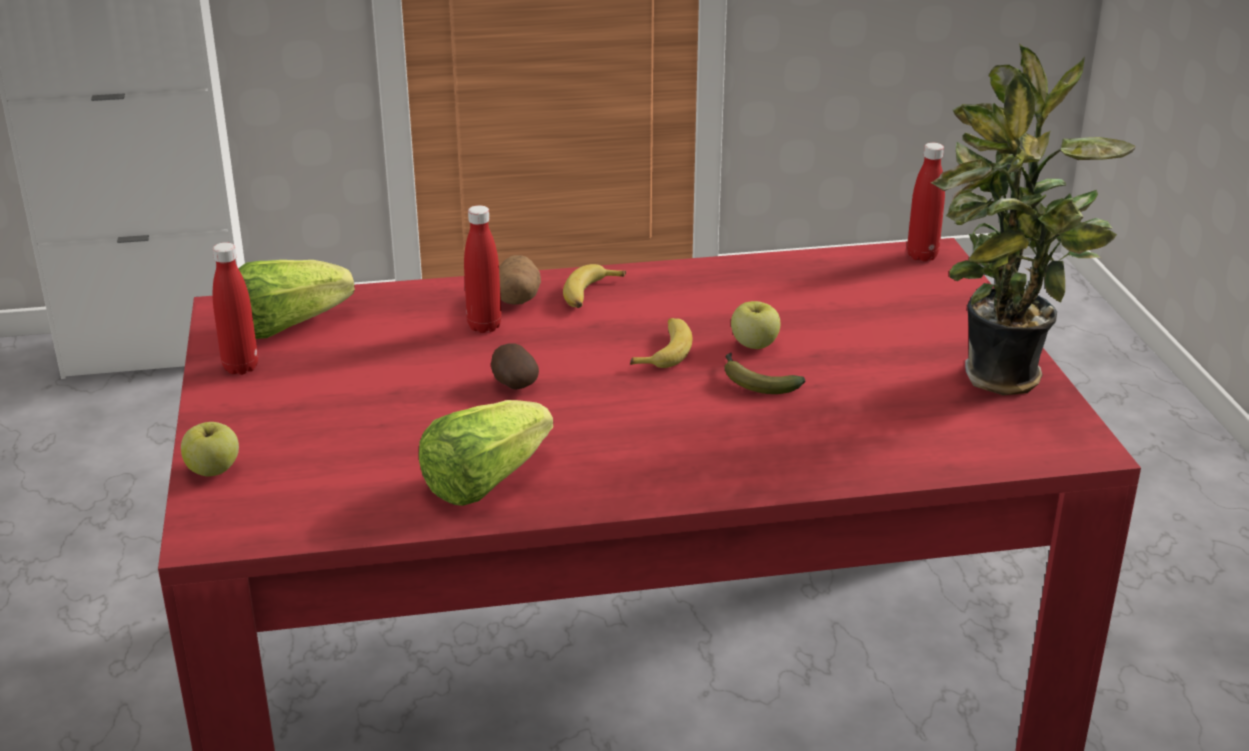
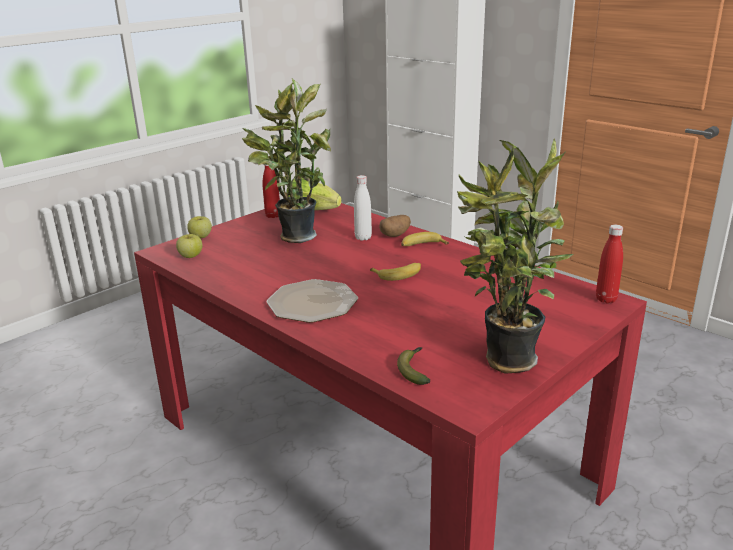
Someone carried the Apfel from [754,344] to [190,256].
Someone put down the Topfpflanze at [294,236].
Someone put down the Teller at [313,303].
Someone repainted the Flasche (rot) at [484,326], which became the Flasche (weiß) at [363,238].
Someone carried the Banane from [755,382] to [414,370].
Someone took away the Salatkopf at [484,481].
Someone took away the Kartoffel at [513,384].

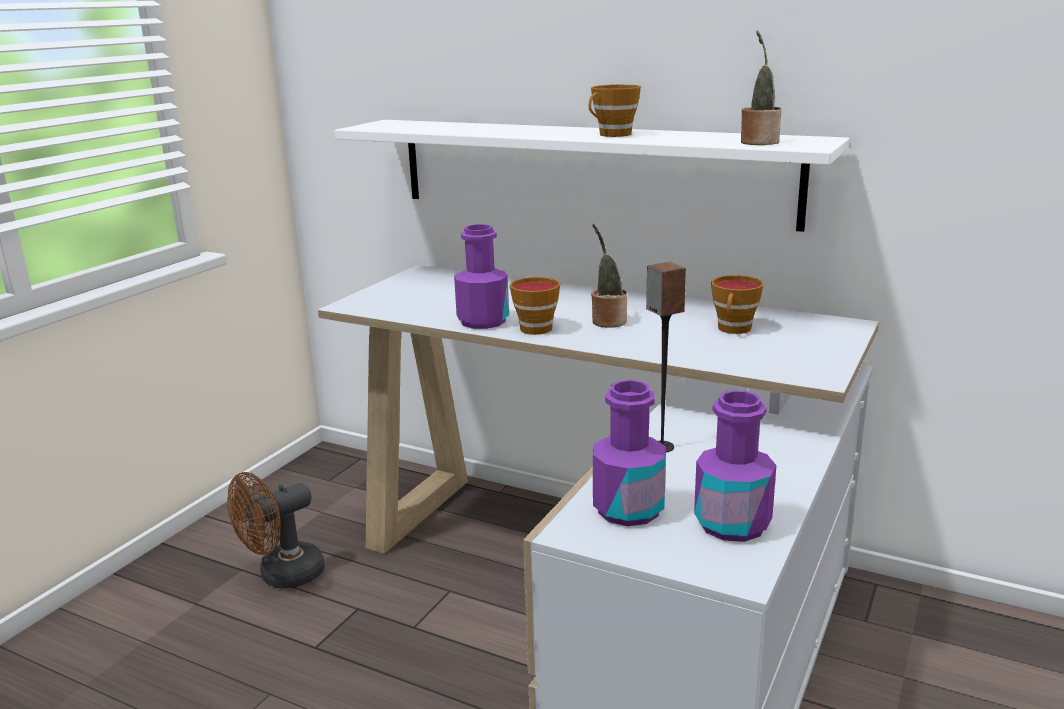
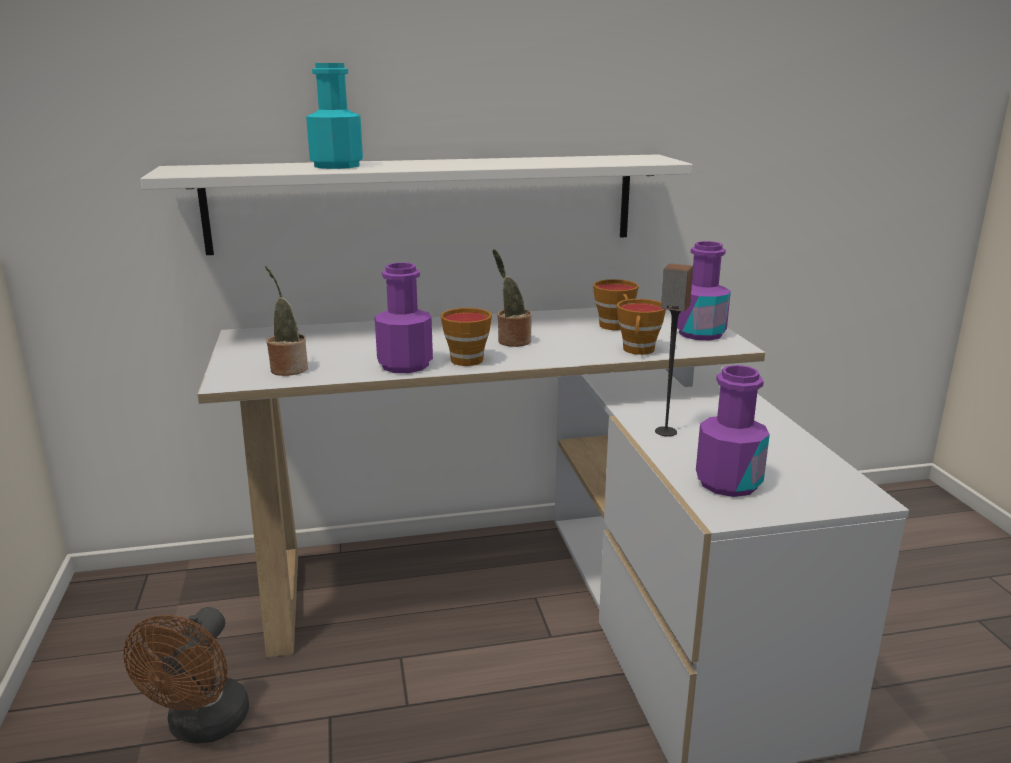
Someone carried the Topfpflanze from [758,142] to [287,368].
Someone put down the Flasche (türkis) at [337,166].
Someone carried the Tasse from [612,135] to [638,350].
Someone carried the Flasche (lila) from [732,524] to [700,333].

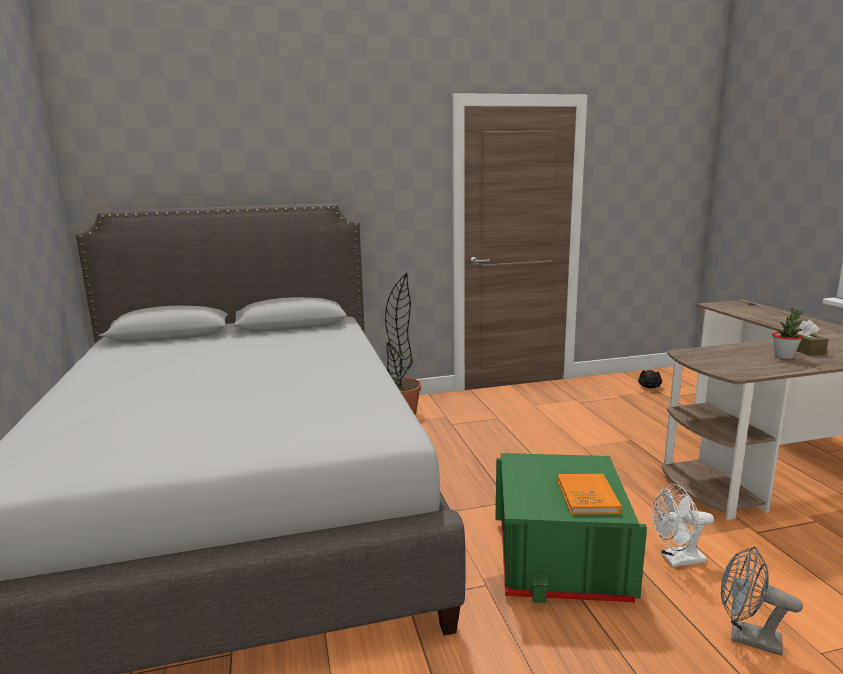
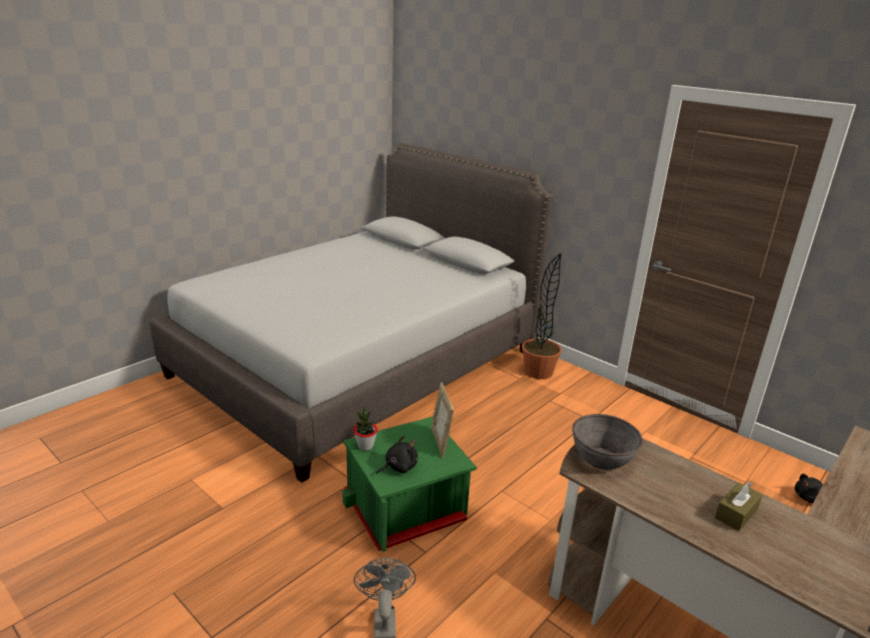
Someone carried the Topfpflanze from [784,356] to [365,446].
Someone swapped the Buch (orange) at [587,497] for the Plüschtier (schwarz) at [398,467].
Someone put down the Bilderrahmen at [440,442].
Someone put down the Schüssel (grau) at [602,458].
Someone took away the Ventilator (weiß) at [677,560].

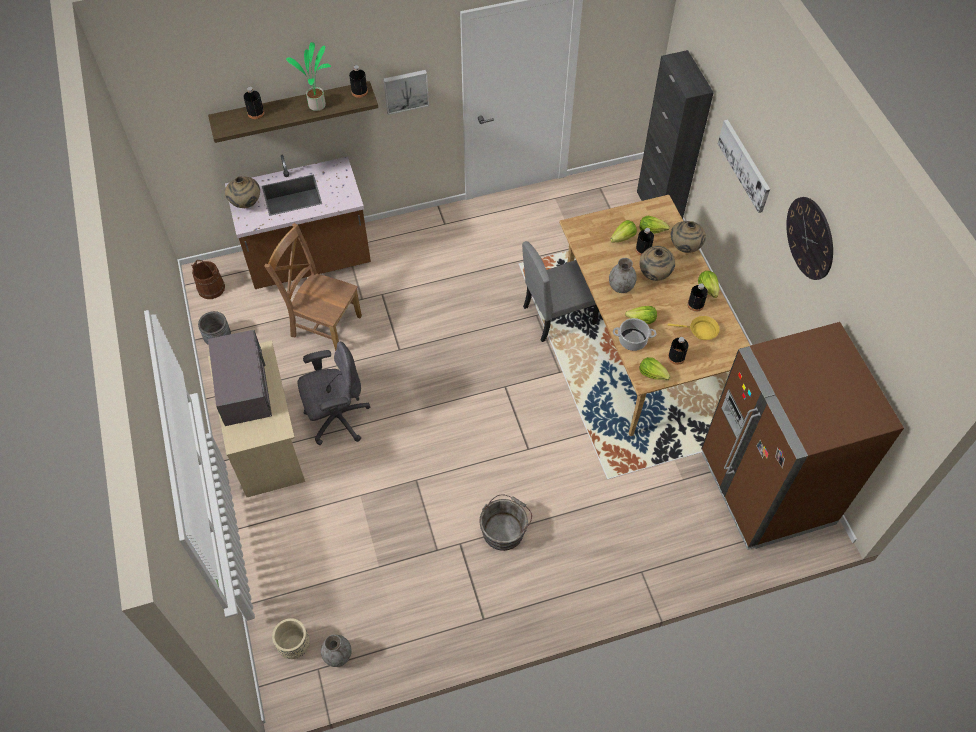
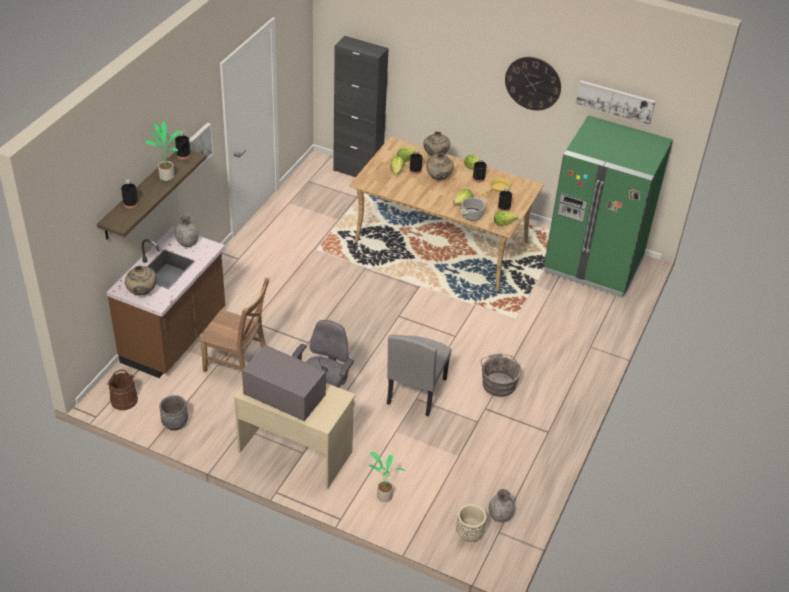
Someone carried the Vase (grau) from [620,286] to [187,243].
Someone rotated the Stuhl (braun) at [323,324] by 135 degrees counterclockwise.
Someone put down the Topfpflanze at [383,496].
Someone carried the Stuhl (grau) from [559,314] to [416,391].
Someone repainted the Kühlschrank (braun) at [765,488], which became the Kühlschrank (grün) at [593,265].
Someone carried the Bild from [745,165] to [615,101].

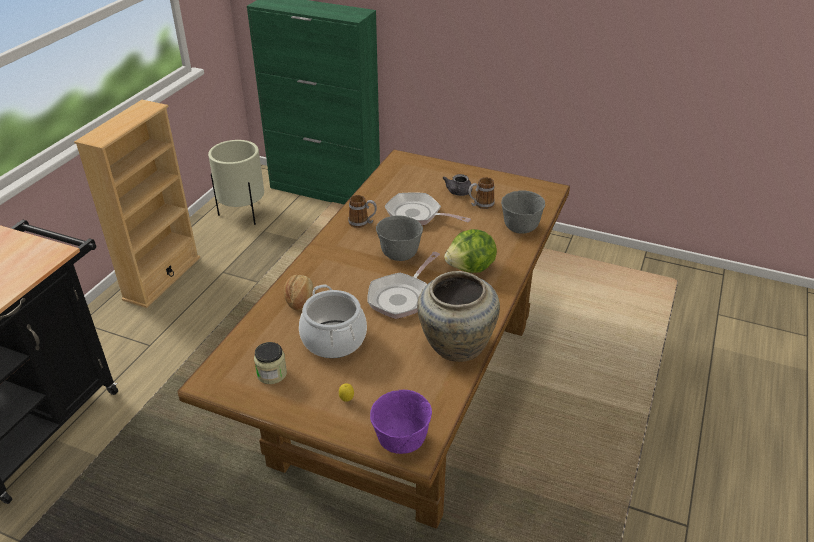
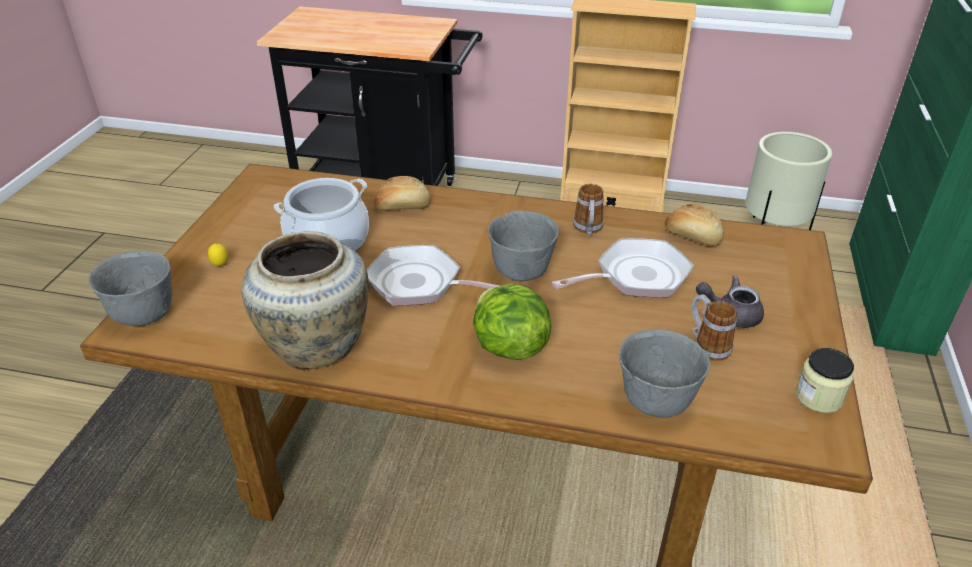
Someone repainted the Schüssel (lila) at [401,442], which became the Schüssel (grau) at [142,315].
Someone rotated the Pfanne at [417,215] by 45 degrees clockwise.
Someone put down the Brot at [692,236].
Someone carried the Vorratsglas from [272,374] to [818,397].

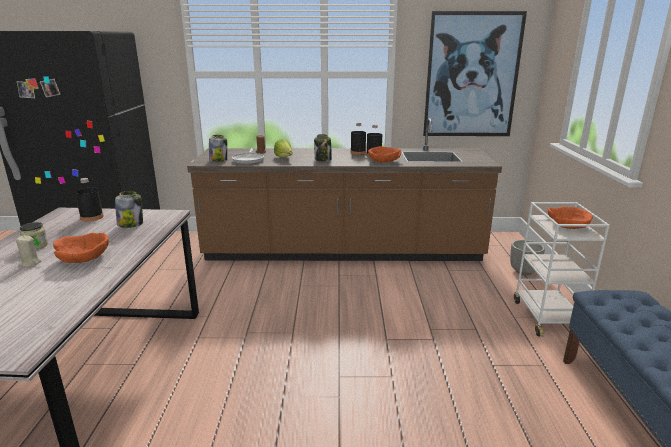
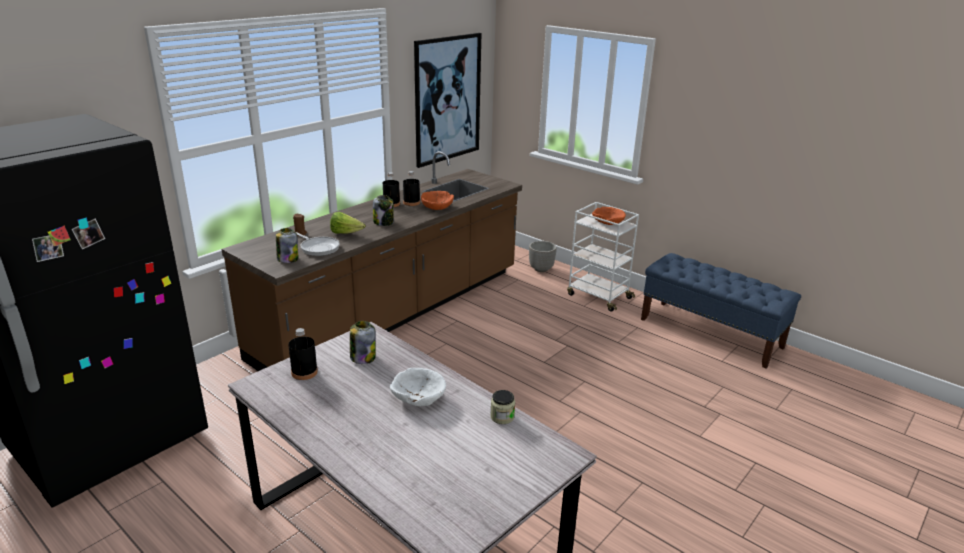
Someone repainted the Schüssel (orange) at [84,258], which became the Schüssel (weiß) at [417,397].
Someone carried the Vorratsglas from [36,246] to [502,417].
Someone took away the Kerze (beige) at [30,263].

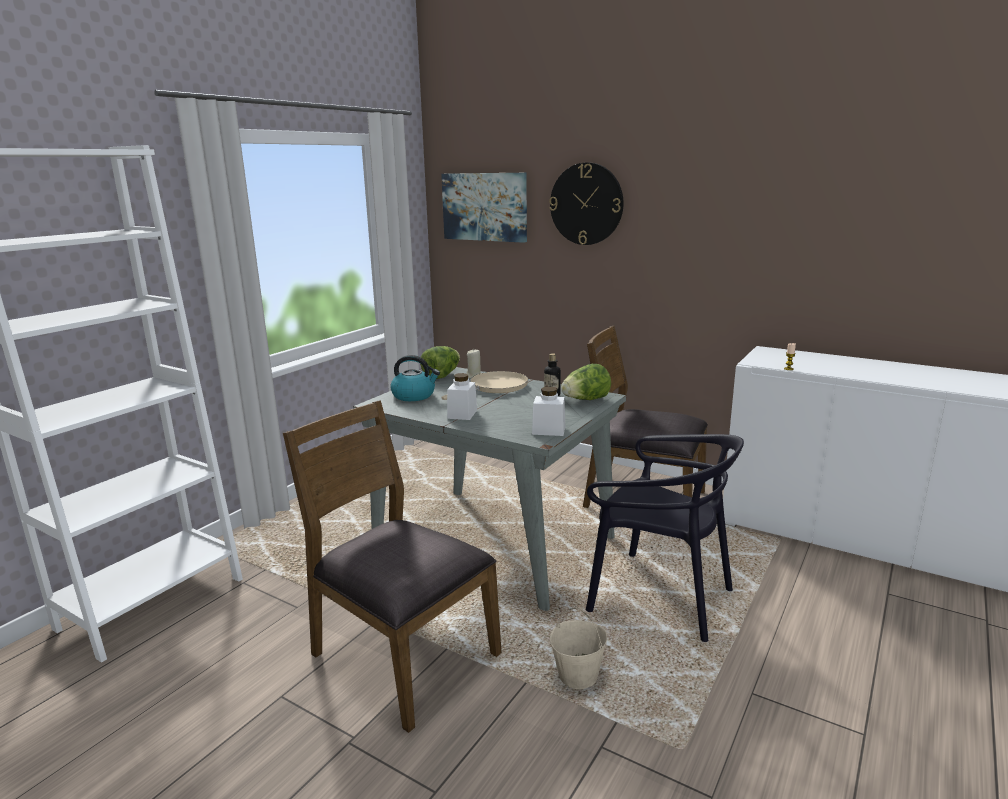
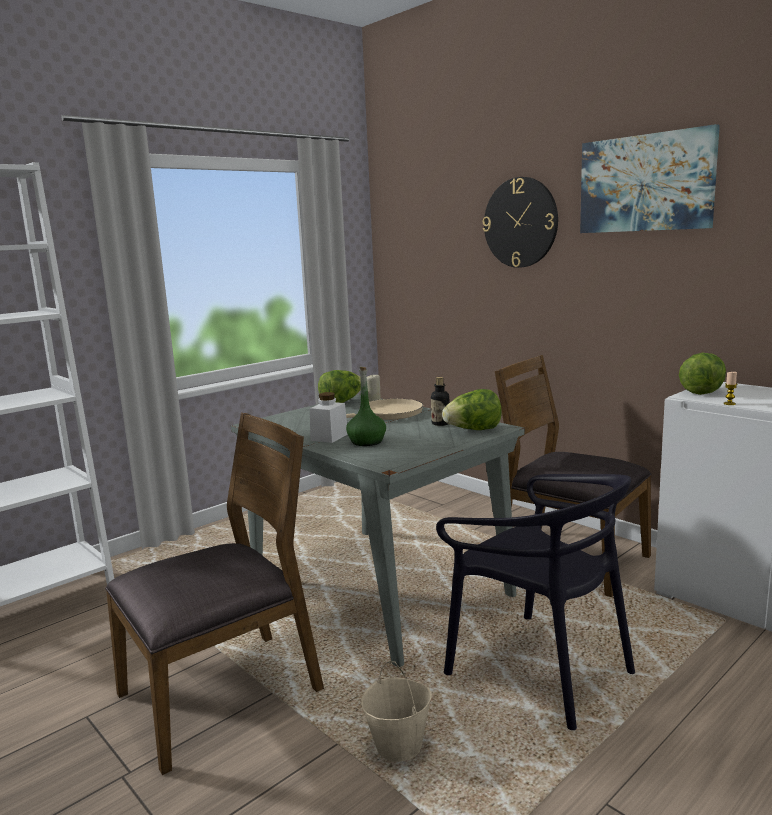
Someone rotated the Stuhl (braun) at [402,656] by 90 degrees clockwise.
Someone put down the Flasche (grün) at [367,442].
Someone carried the Bild from [485,207] to [646,183].
Someone put down the Salatkopf at [703,391].
Someone took away the Wasserkessel at [414,395].
Someone took away the Vorratsglas (weiß) at [548,430].

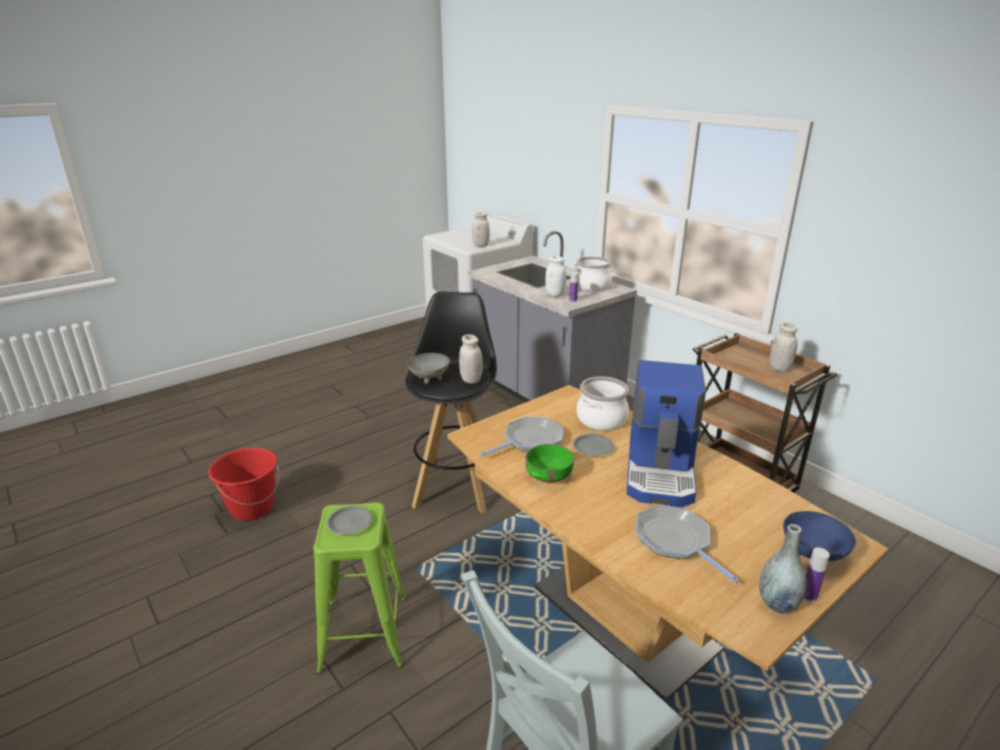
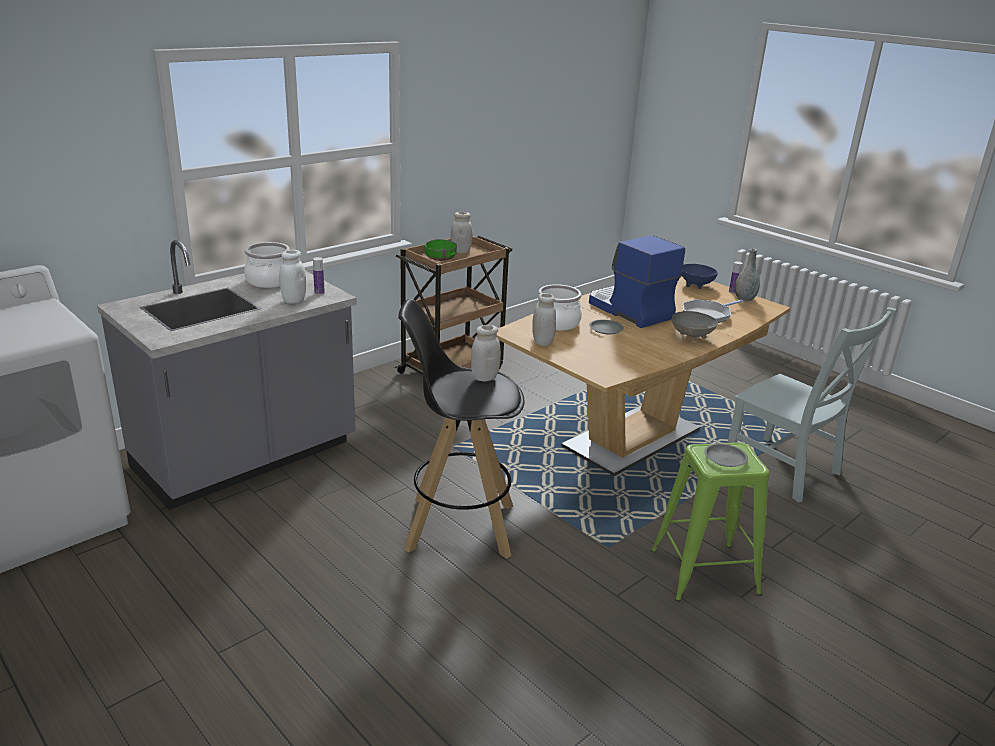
Someone carried the Schüssel (grün) from [549,475] to [440,259].
Someone carried the Vorratsglas (weiß) from [481,245] to [542,342].
Someone rotated the Kaffeemaschine at [661,471] by 135 degrees counterclockwise.
Someone carried the Schüssel (grau) from [429,377] to [690,337].
Someone took away the Eimer (rot) at [252,508].
Someone took away the Pfanne at [530,441].

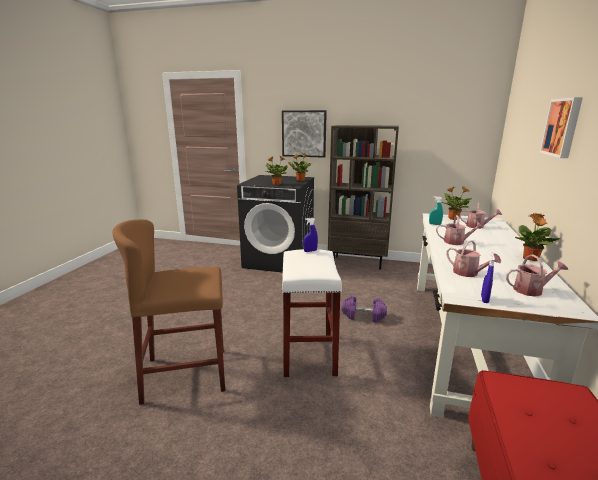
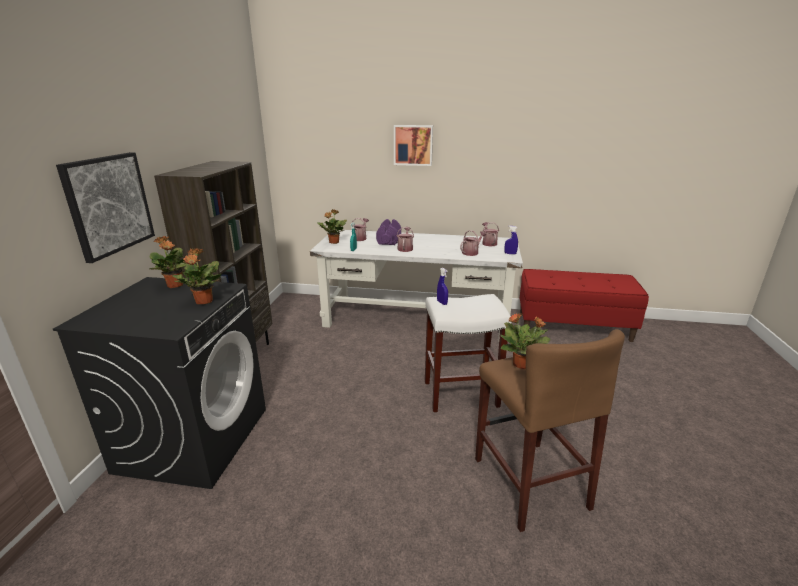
Someone carried the Hantel (lila) from [363,316] to [389,240].
Someone carried the Topfpflanze from [530,259] to [522,365].

